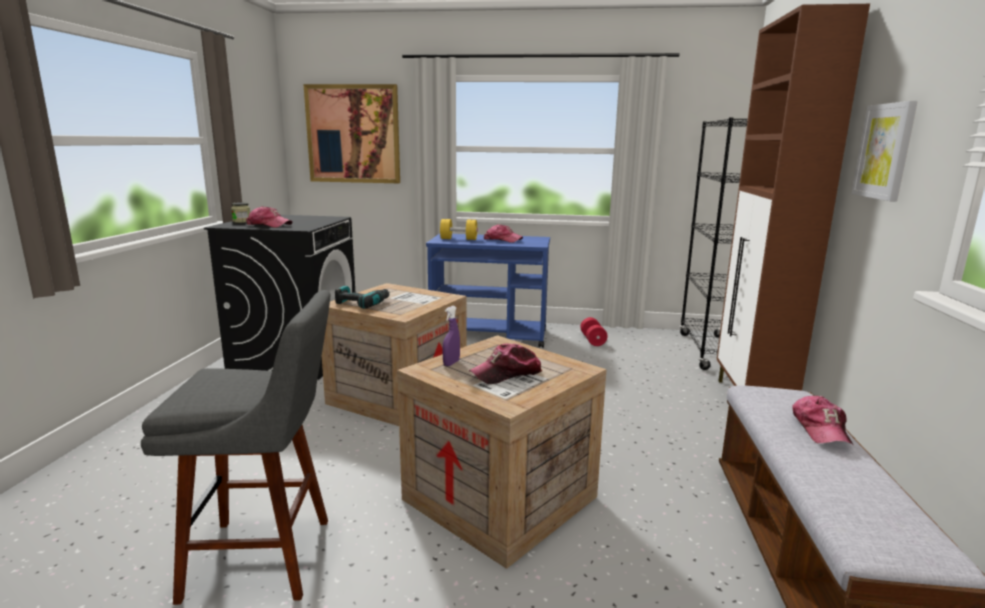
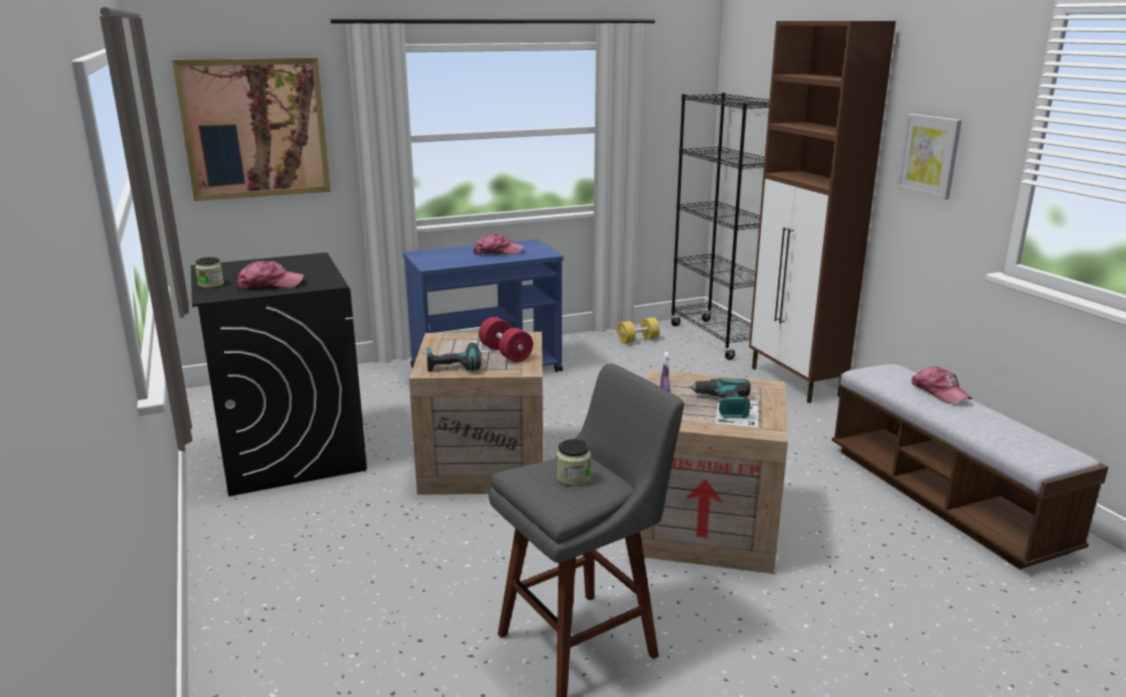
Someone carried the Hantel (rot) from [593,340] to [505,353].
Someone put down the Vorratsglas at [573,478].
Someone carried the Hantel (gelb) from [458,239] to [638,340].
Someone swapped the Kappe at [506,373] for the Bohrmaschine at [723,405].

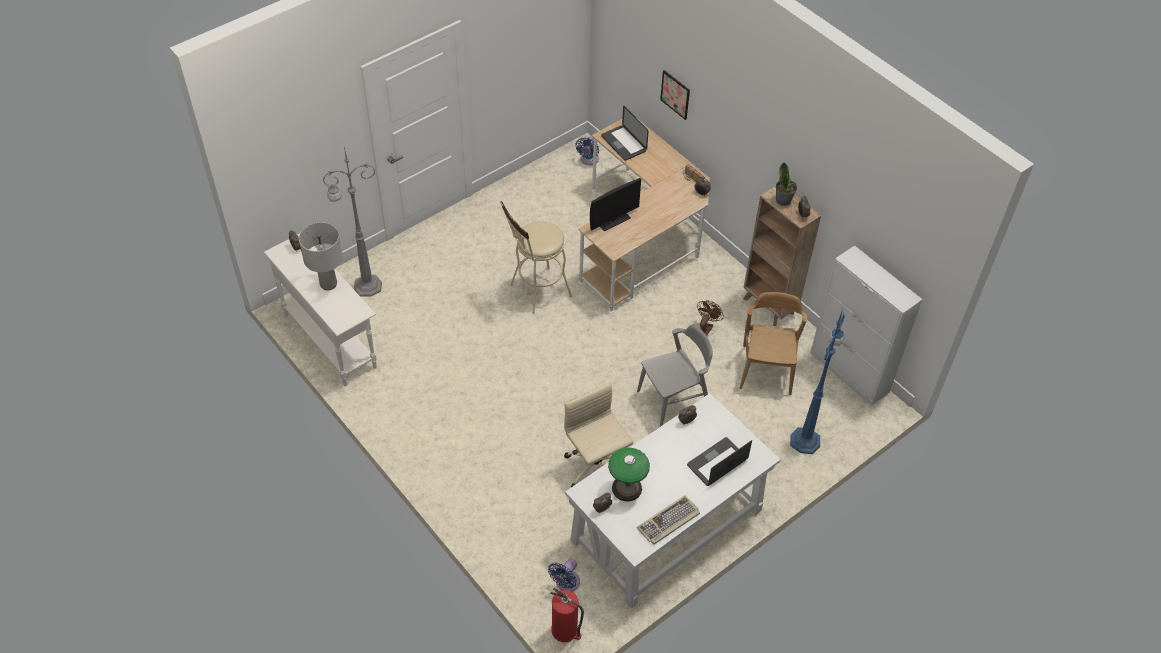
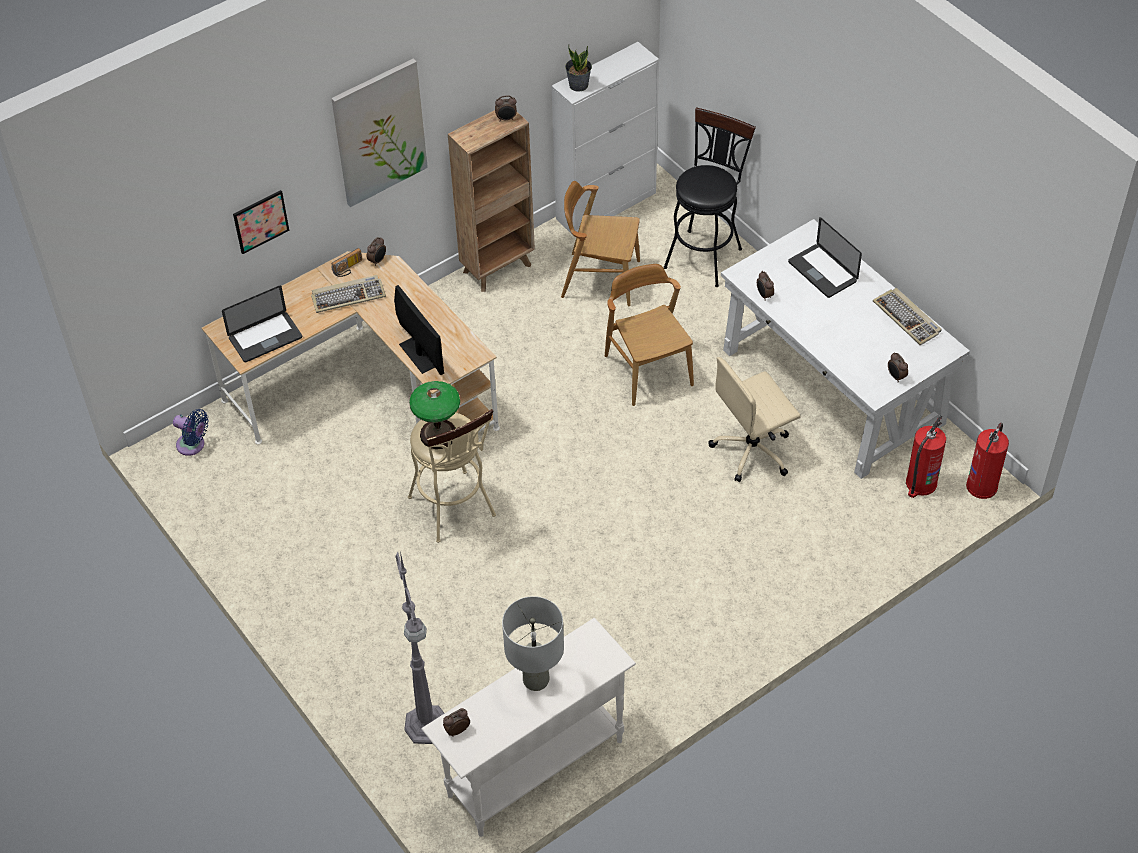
Someone put down the Tastatur at [348,295].
Someone put up the Bild at [379,132].
Someone carried the Tischlampe from [626,488] to [438,435].
Someone carried the Topfpflanze from [783,200] to [578,85].
Someone repainted the Stuhl (grau) at [673,401], which became the Stuhl (braun) at [648,370].
Someone swapped the Stehlampe (blau) at [805,439] for the Hocker (schwarz) at [705,253].
Someone swapped the Ventilator (blau) at [566,583] for the Feuerlöscher at [920,484].
Someone took away the Ventilator (braun) at [706,328].

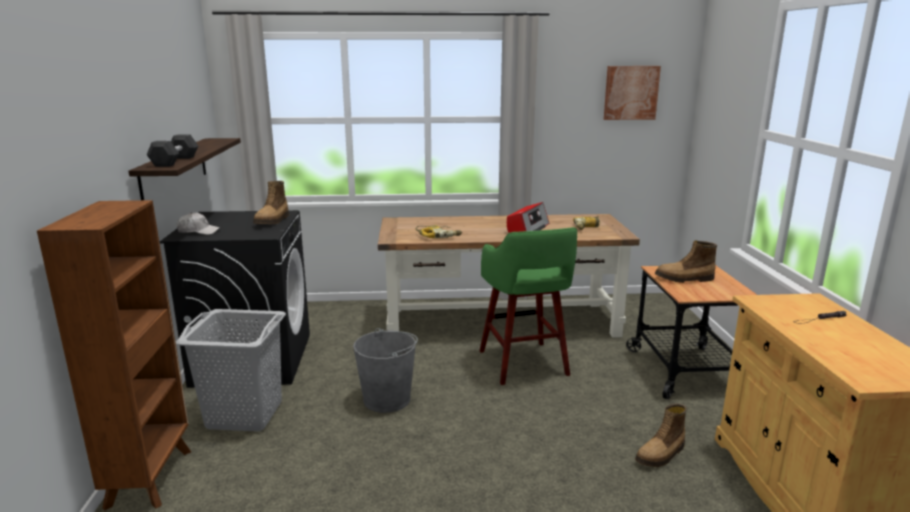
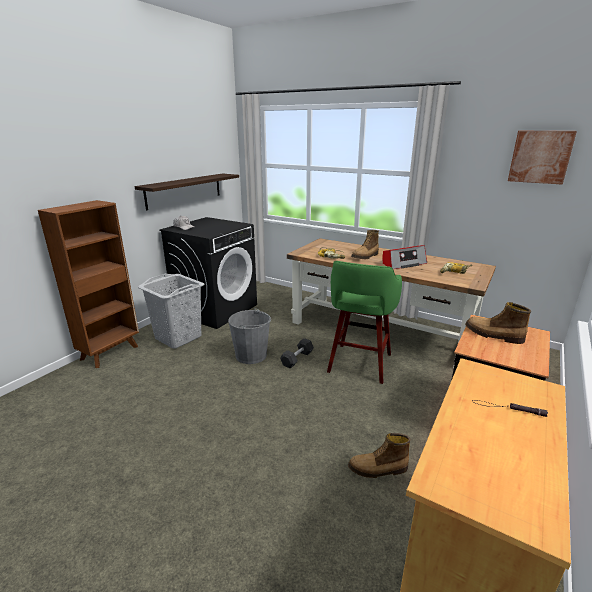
Someone carried the Hantel (schwarz) from [175,161] to [297,359].
Someone carried the Stiefel from [273,221] to [365,256].

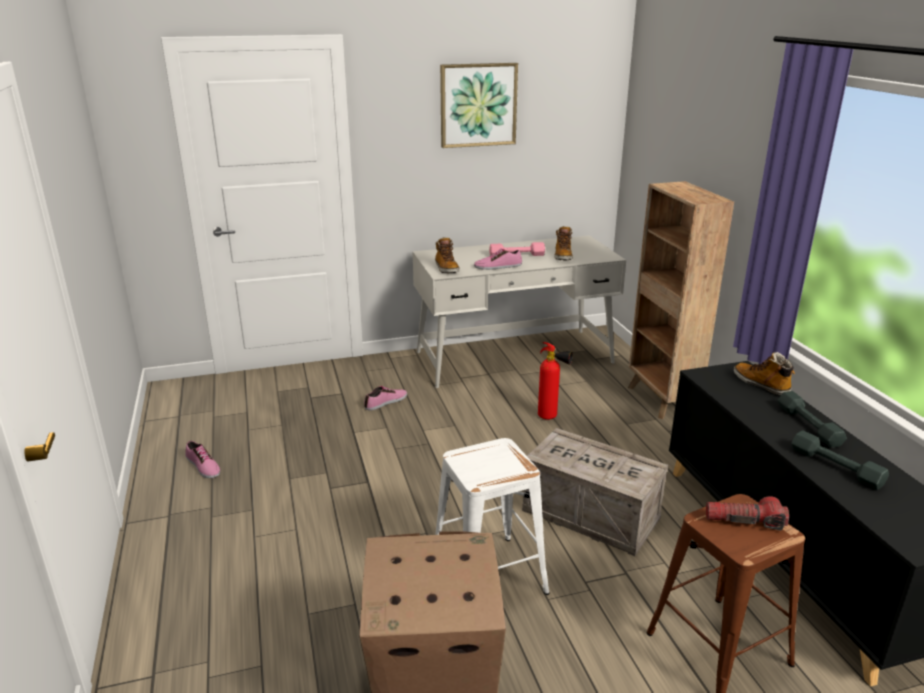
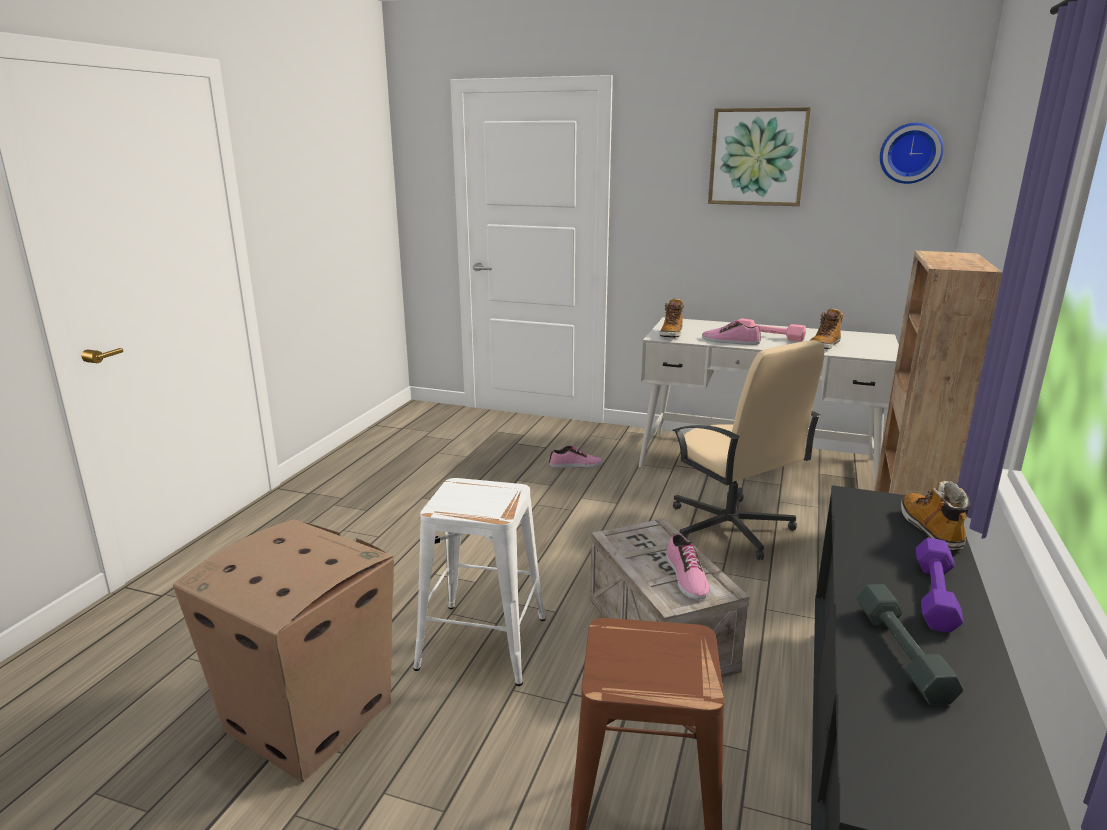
Someone carried the Schuh from [202,466] to [685,577].
Someone swapped the Feuerlöscher at [551,418] for the Bürostuhl (beige) at [730,528].
Someone put up the Wanduhr at [910,153].
Someone repainted the Hantel (grau) at [809,426], which became the Hantel (lila) at [935,594].
Someone took away the Taschenlampe at [744,521].

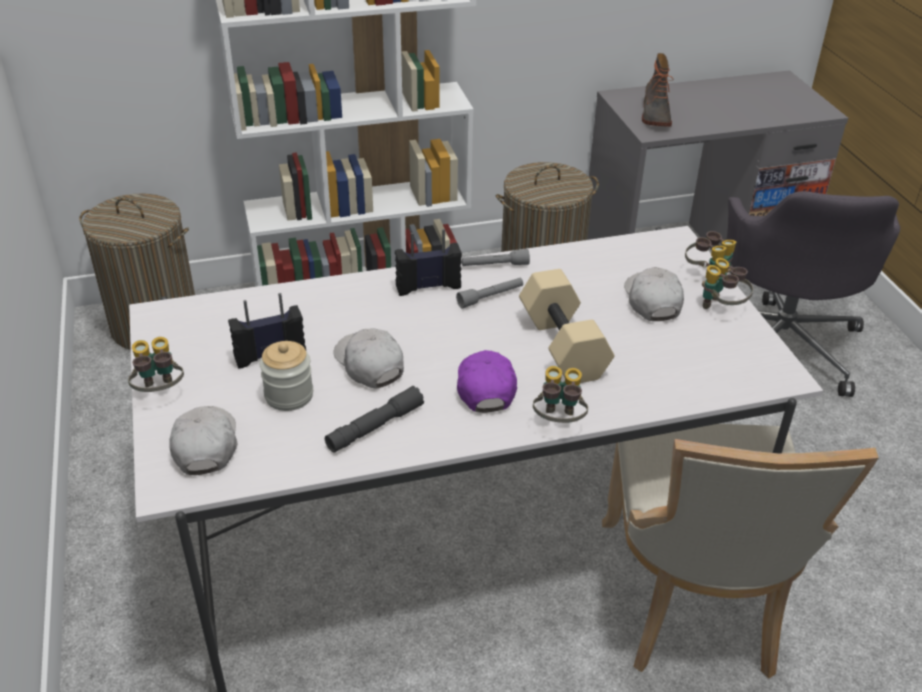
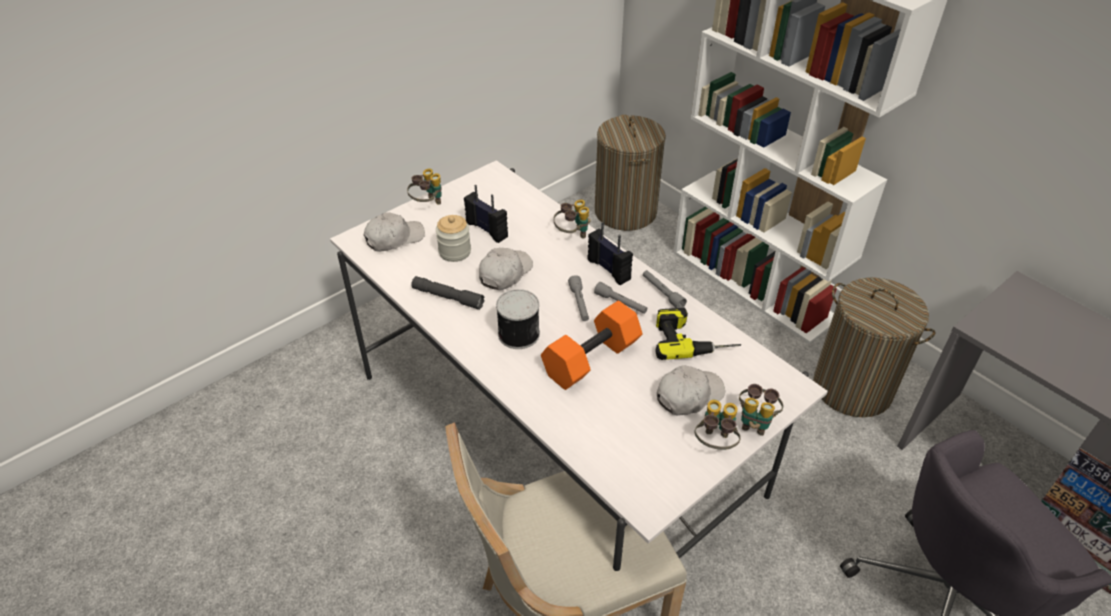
Someone swapped the Kappe (lila) at [485,387] for the Dose at [517,333].
Someone repainted the Hantel (beige) at [565,346], which became the Hantel (orange) at [591,360].
Someone carried the Fernglas from [558,422] to [572,235].
Someone put down the Taschenlampe (grau) at [579,303].
Someone put down the Bohrmaschine at [693,338].
Someone took away the Stiefel at [654,115].

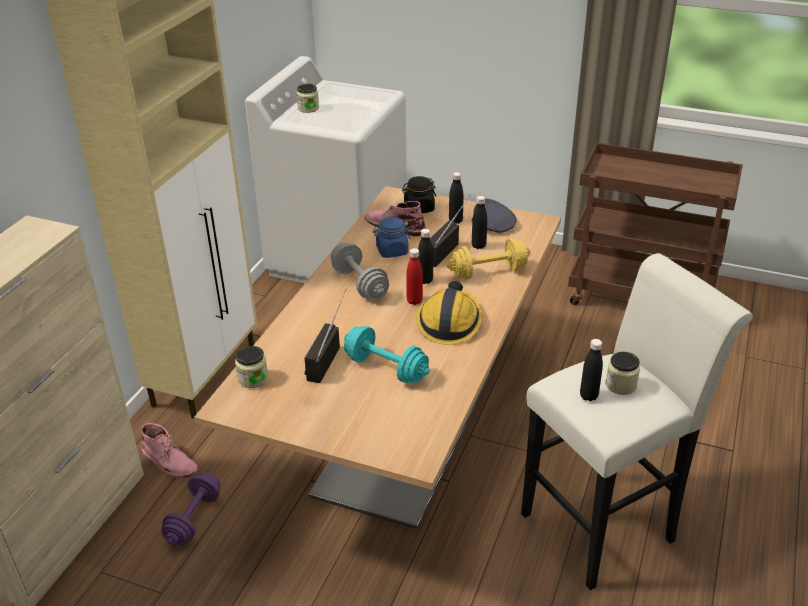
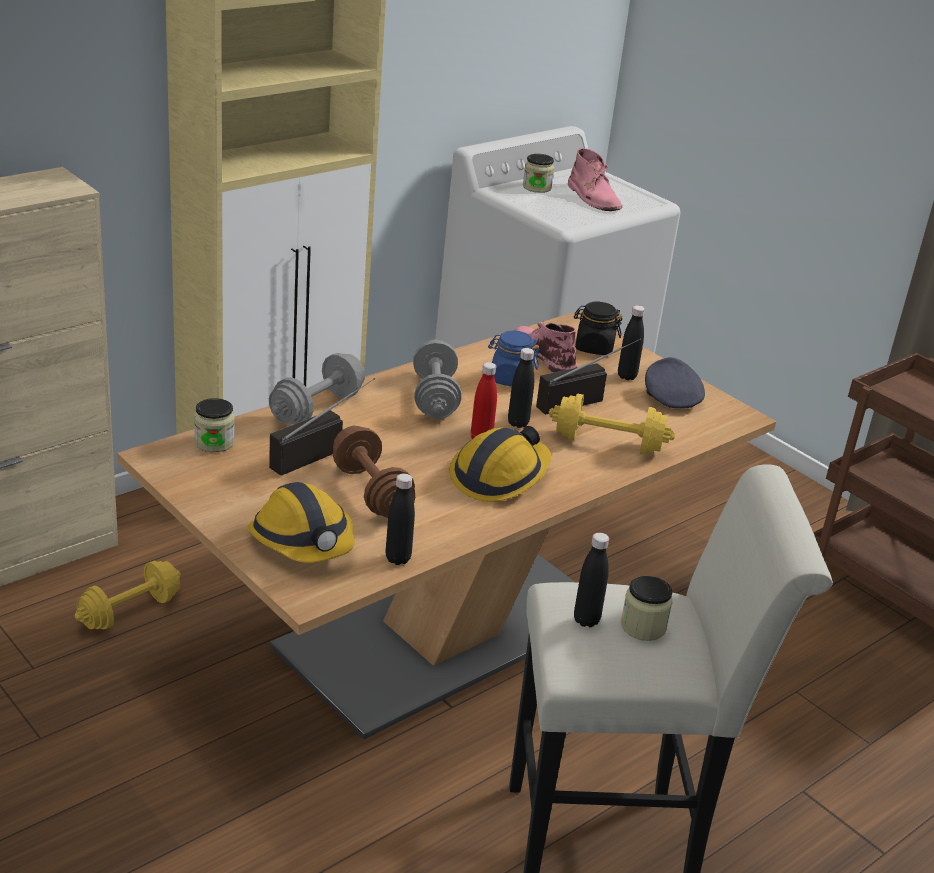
Someone repainted the Hantel (lila) at [194,518], which became the Hantel (gelb) at [130,611].
Someone put down the Schutzhelm at [303,541].
Someone put down the Hantel (grau) at [317,408].
Someone repainted the Hantel (türkis) at [386,368], which became the Hantel (braun) at [371,492].
Someone carried the Flasche (schwarz) from [478,246] to [398,558].
Someone carried the Stiefel (rosa) from [169,461] to [593,198].

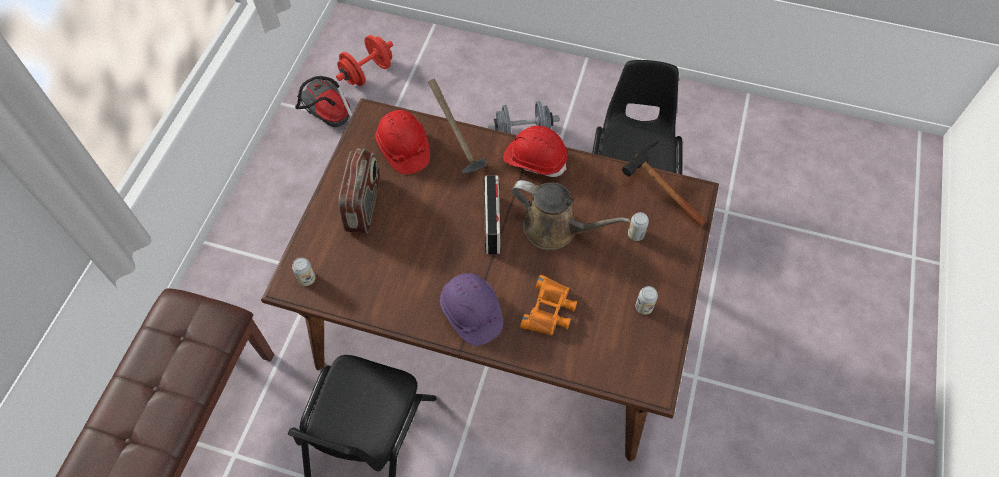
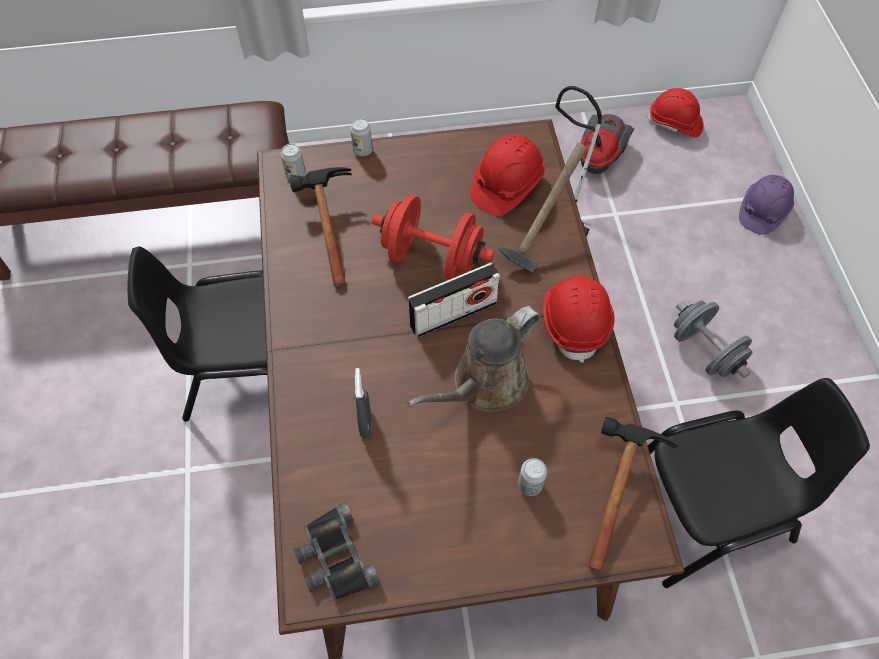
Someone put down the Hammer at [326,226].
Someone put down the Fernglas (schwarz) at [335,558].
Someone carried the Dose from [644,307] to [363,150].
Someone swapped the Fernglas (orange) at [549,310] for the Sprühflasche (grau) at [365,423].
Someone carried the Hantel (rot) from [367,73] to [432,257].
Someone rotated the Gießkanne (braun) at [555,229] by 45 degrees clockwise.
Someone put down the Schutzhelm (rot) at [674,123].
Someone carried the Schutzhelm (lila) from [471,313] to [762,211].
Someone took away the Radio at [364,205].

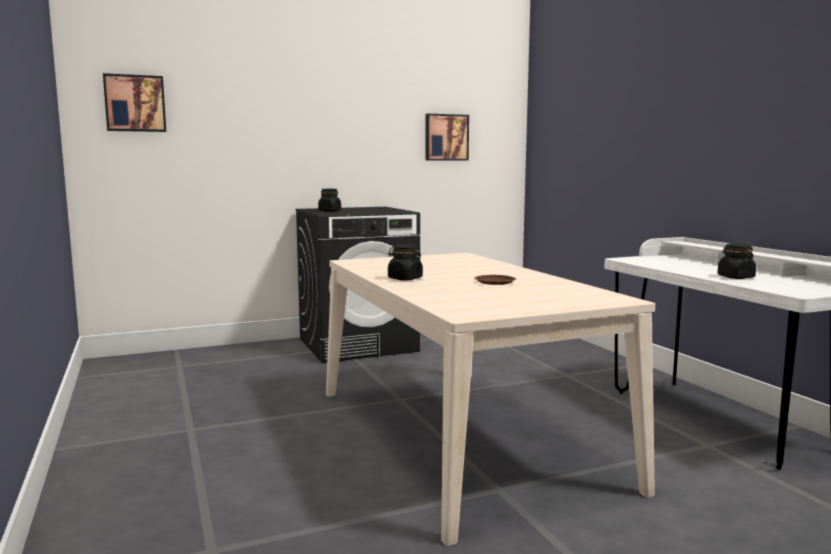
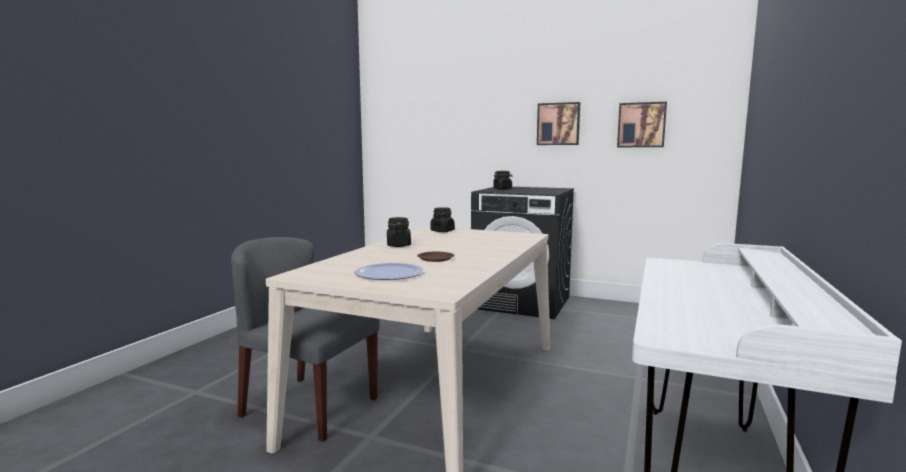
Someone put down the Stuhl (grau) at [309,406].
Someone put down the Teller at [389,273].
Someone carried the Vorratsglas (schwarz) from [735,277] to [442,231].
Someone carried the Bild from [135,103] to [558,124].

